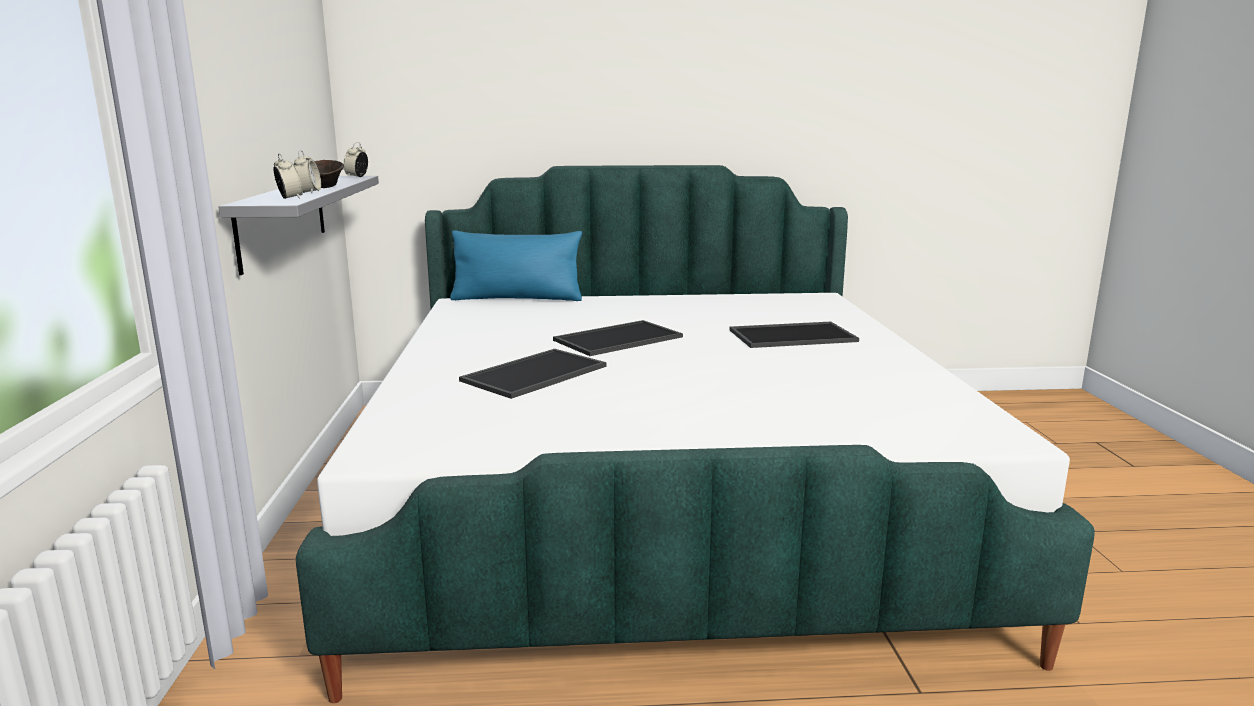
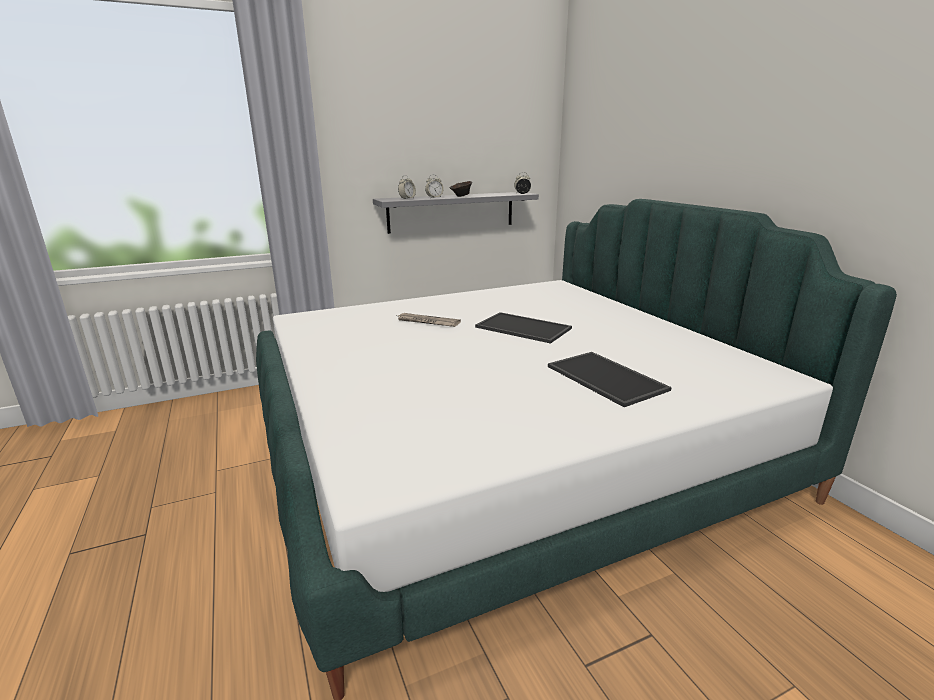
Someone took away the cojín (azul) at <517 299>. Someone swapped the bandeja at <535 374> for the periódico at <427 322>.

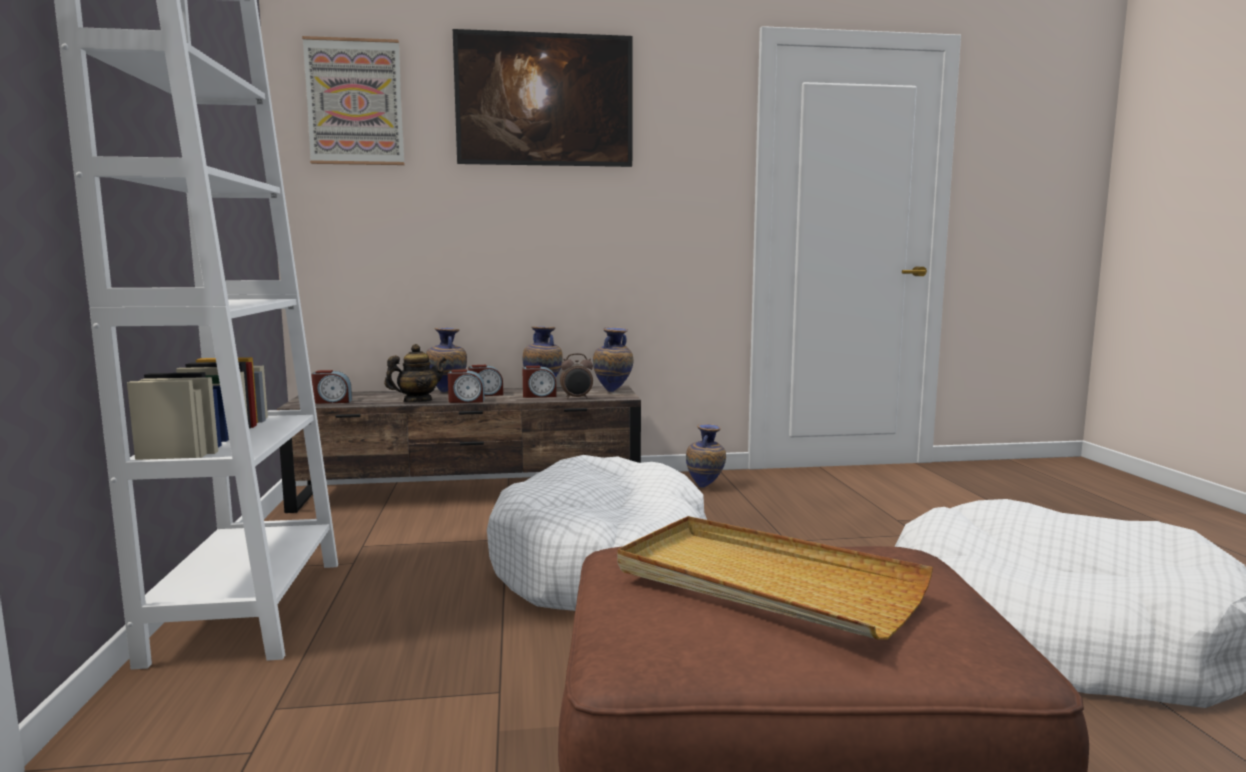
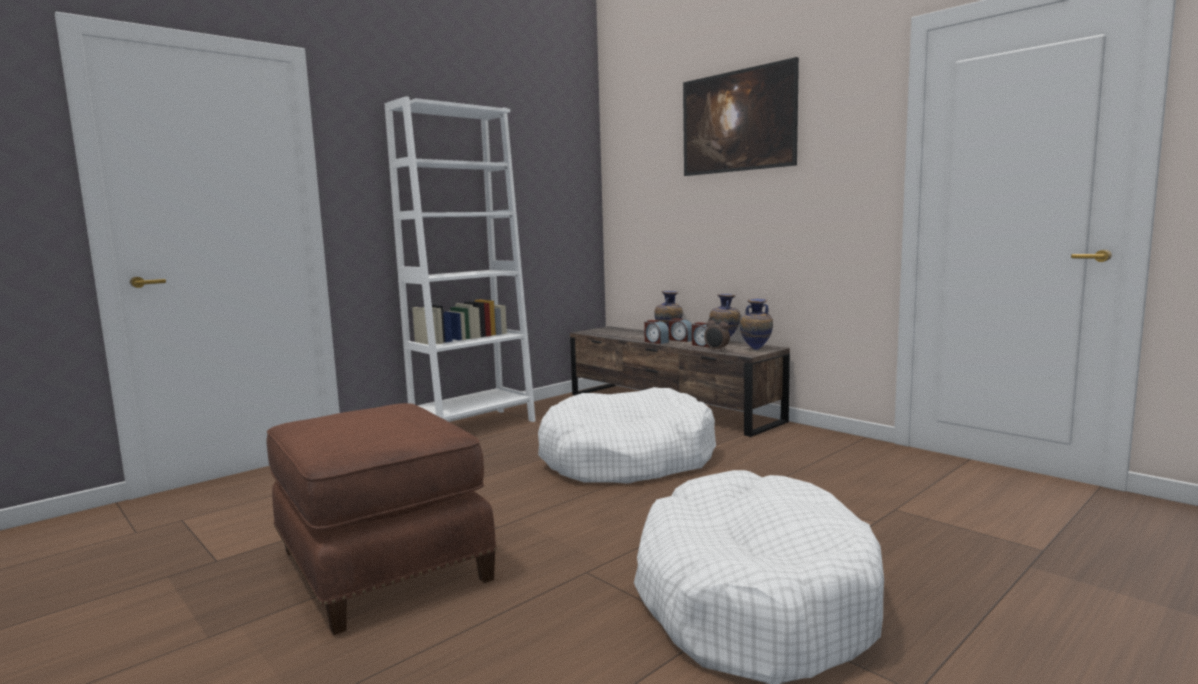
Someone took away the cuadro at <355 102>. Someone took away the tetera at <417 401>. Someone took away the despertador at <332 401>. Someone took away the florero at <705 488>. Someone took away the bandeja (beis) at <765 583>.

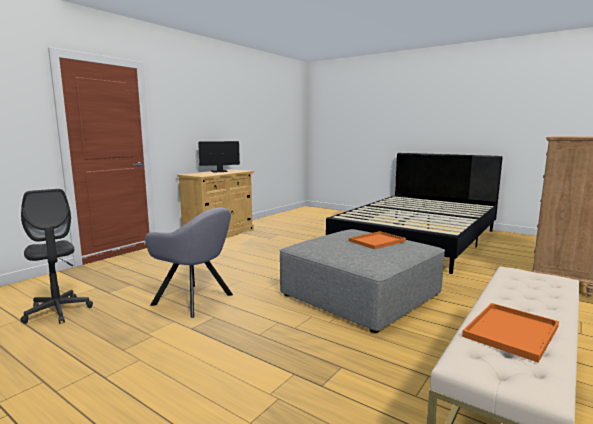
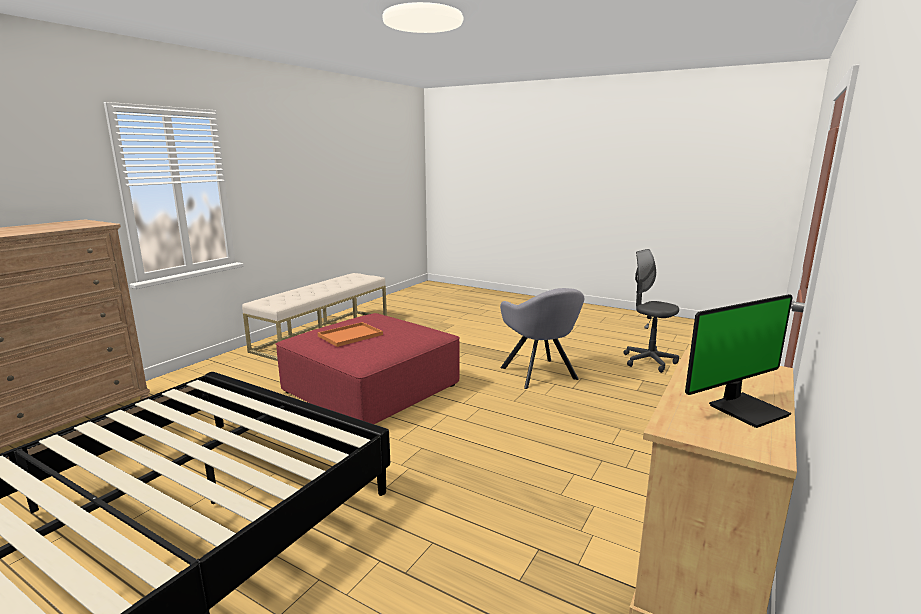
Someone rotated the sillón (gris) at <196 300> by 135 degrees counterclockwise. Someone repainted the puf (gris) at <361 295>, which became the puf (rojo) at <371 387>. Someone took away the bandeja (naranja) at <510 330>.

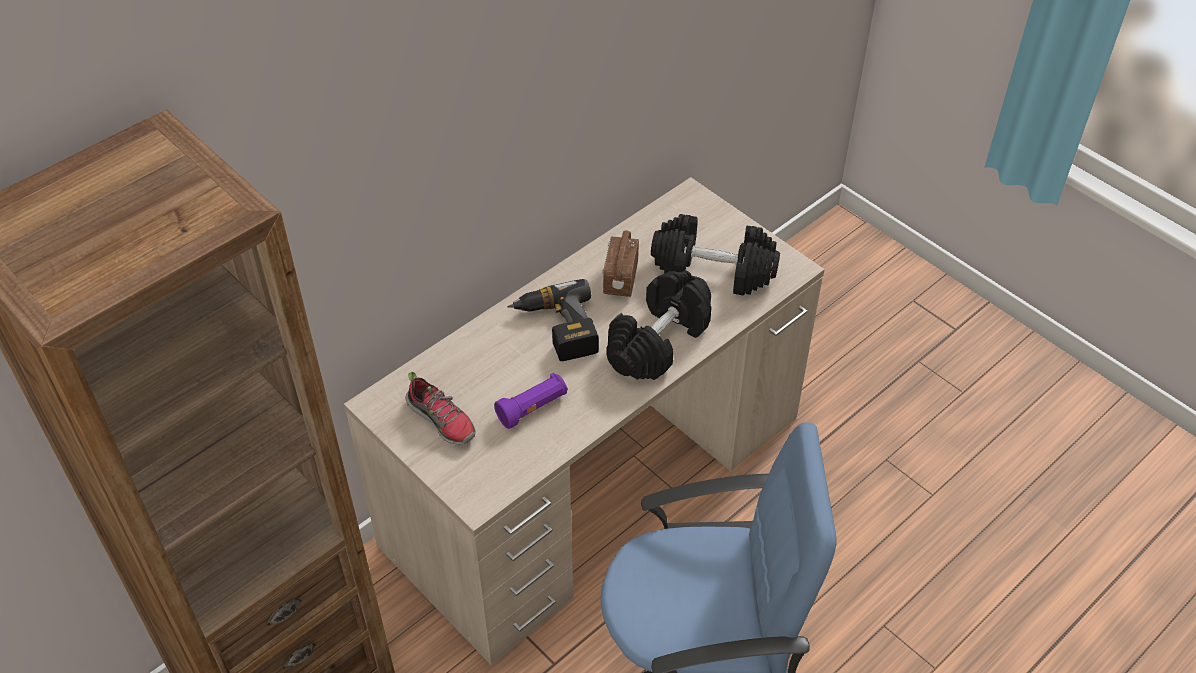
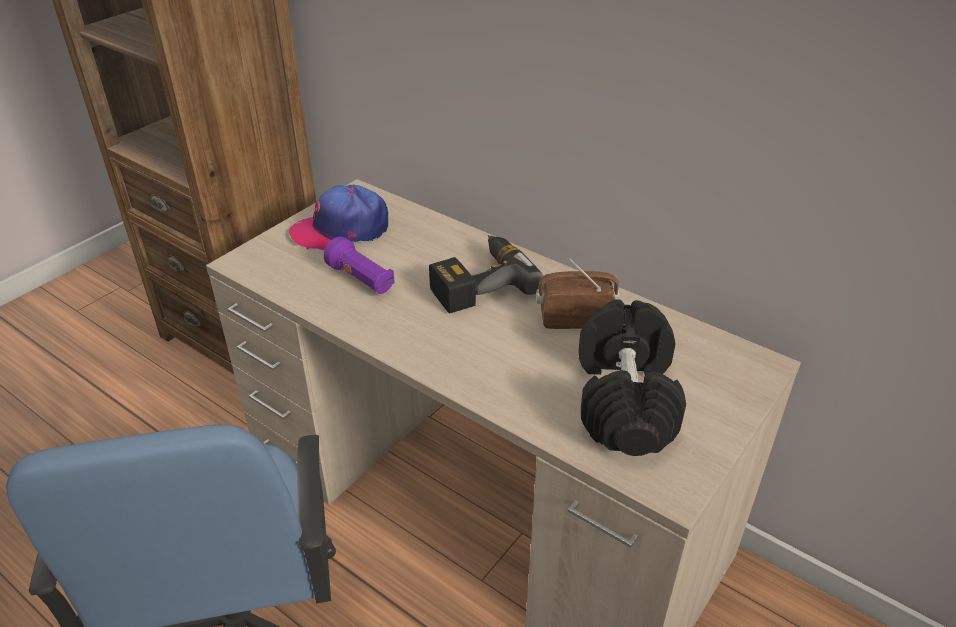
Someone took away the mancuerna (negro) at <658 341>. Someone swapped the zapato at <442 420> for the gorra at <341 229>.

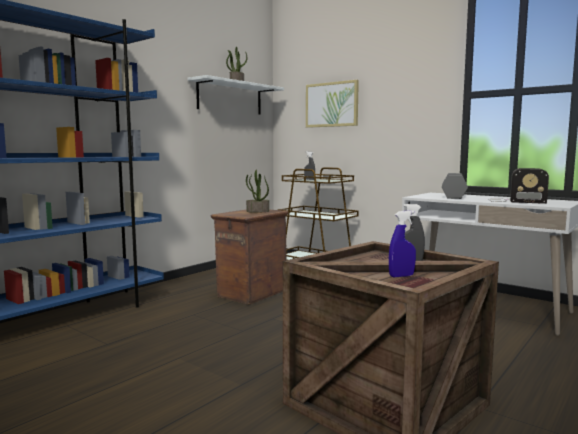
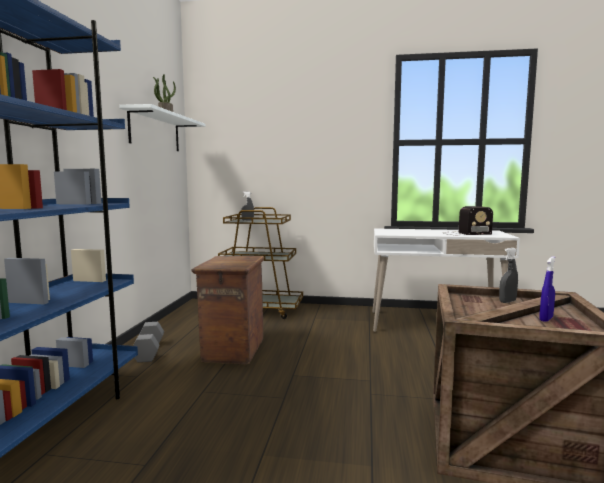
Someone took away the cuadro at <332 104>. Someone took away the planta en maceta at <257 211>. Someone carried the mancuerna (gris) from <454 196> to <149 352>.

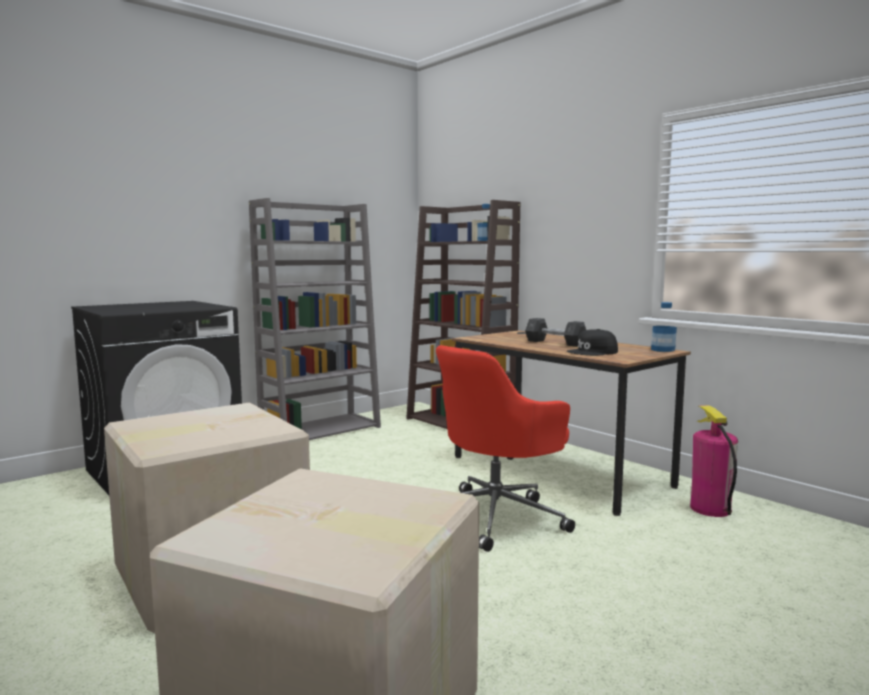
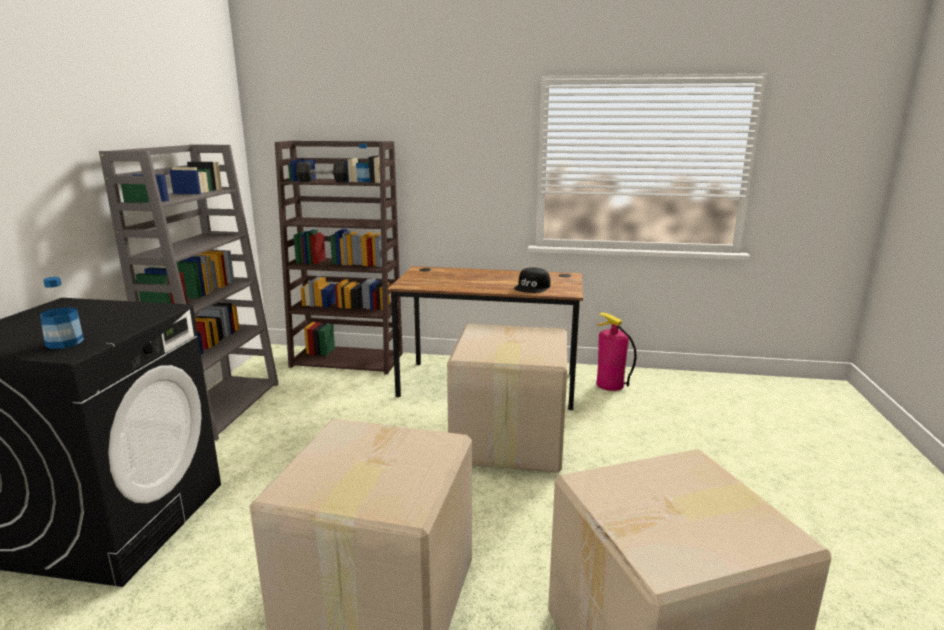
Someone carried the botella from <662 350> to <64 343>. Someone carried the mancuerna (gris) from <555 343> to <323 181>. Someone swapped the silla de oficina (rojo) at <497 517> for the caja de cartón at <507 441>.

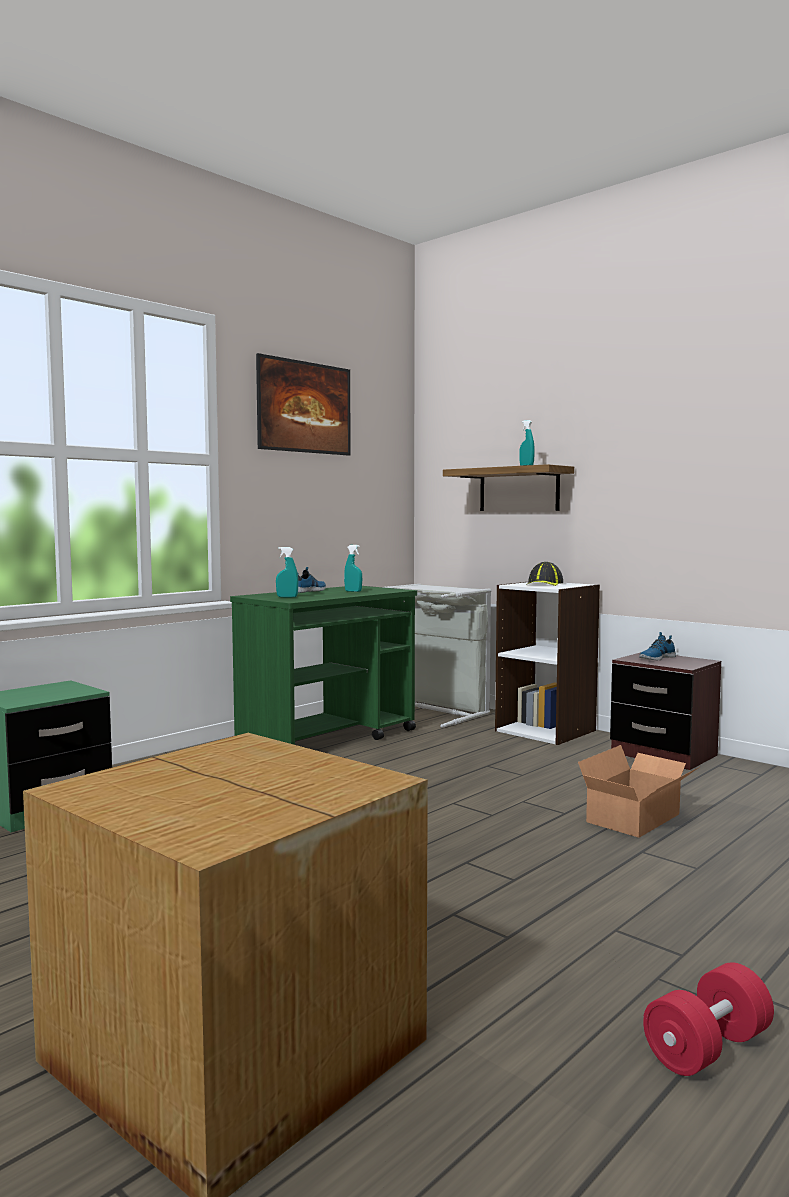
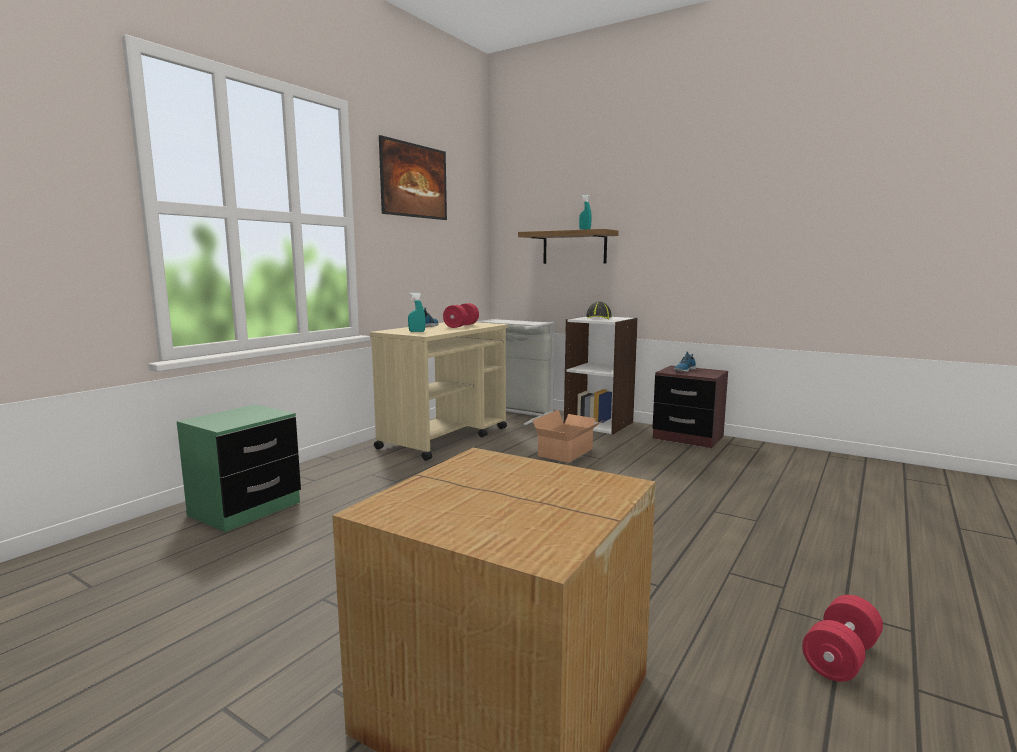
Someone swapped the pulverizador (turquesa) at <353 591> for the mancuerna (rojo) at <461 326>. Someone repainted the carrito (verde) at <328 738>, which became the carrito (beis) at <445 438>. Someone carried the caja de cartón from <638 818> to <568 452>.

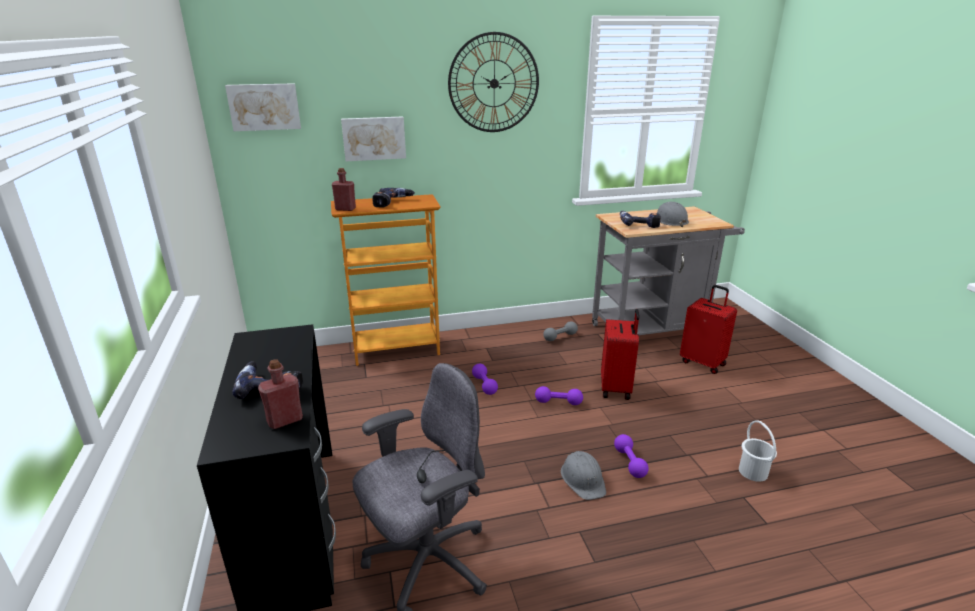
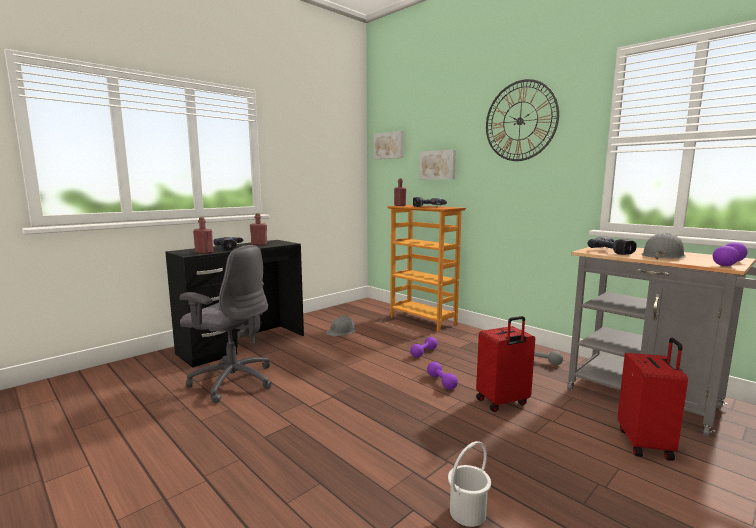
Someone carried the mancuerna (morado) from <629 462> to <728 263>. Someone carried the casco (gris) from <583 479> to <341 331>. Someone put down the botella (rojo) at <259 244>.

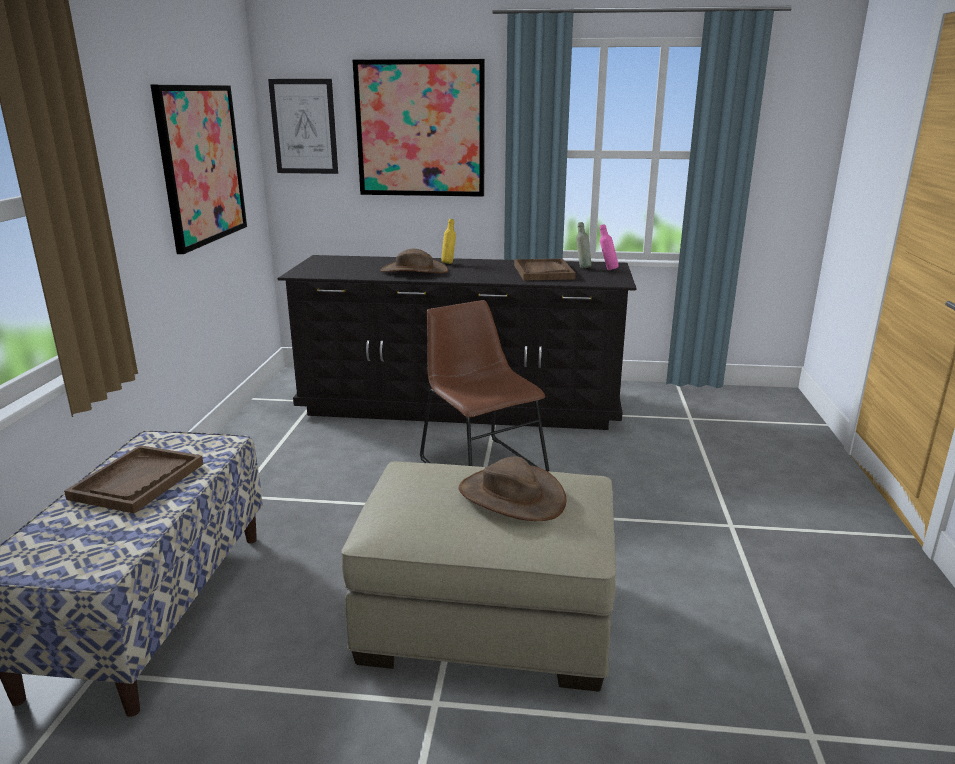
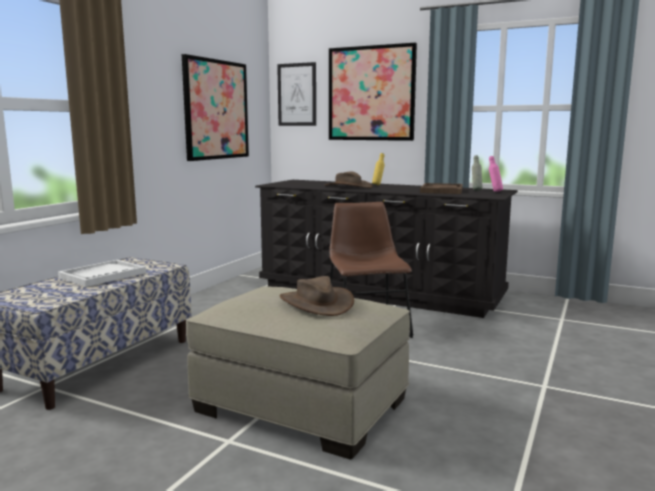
Someone repainted the bandeja (marrón) at <138 481>, which became the bandeja (blanco) at <102 275>.

